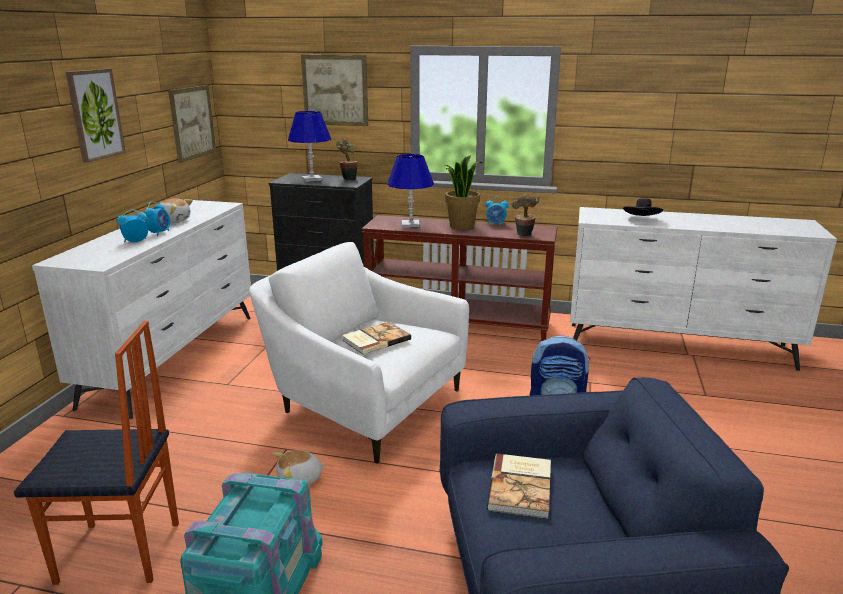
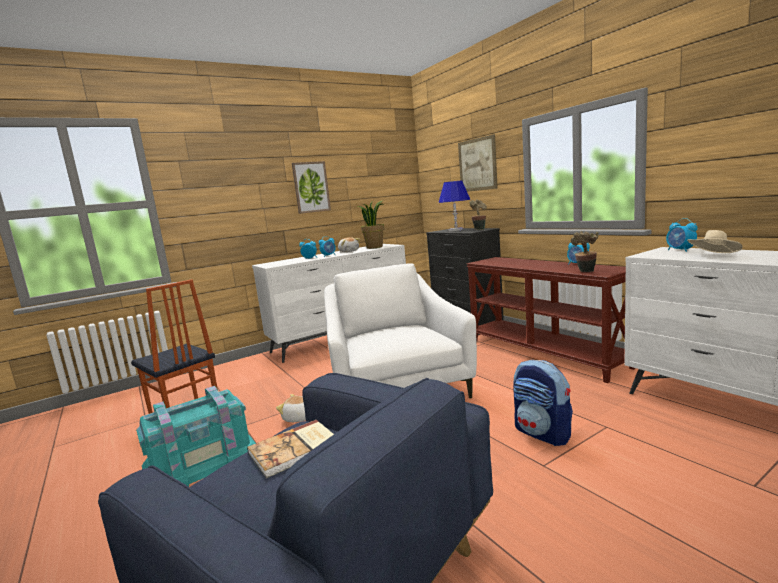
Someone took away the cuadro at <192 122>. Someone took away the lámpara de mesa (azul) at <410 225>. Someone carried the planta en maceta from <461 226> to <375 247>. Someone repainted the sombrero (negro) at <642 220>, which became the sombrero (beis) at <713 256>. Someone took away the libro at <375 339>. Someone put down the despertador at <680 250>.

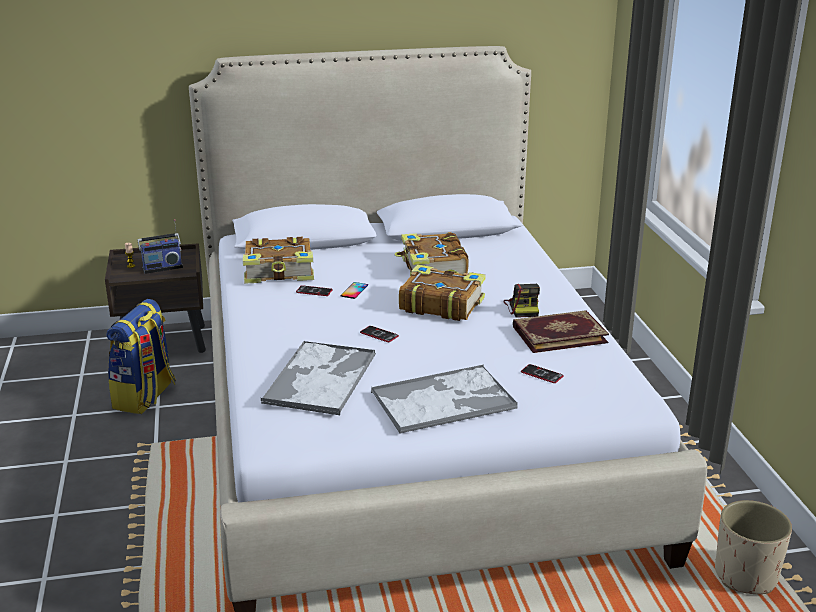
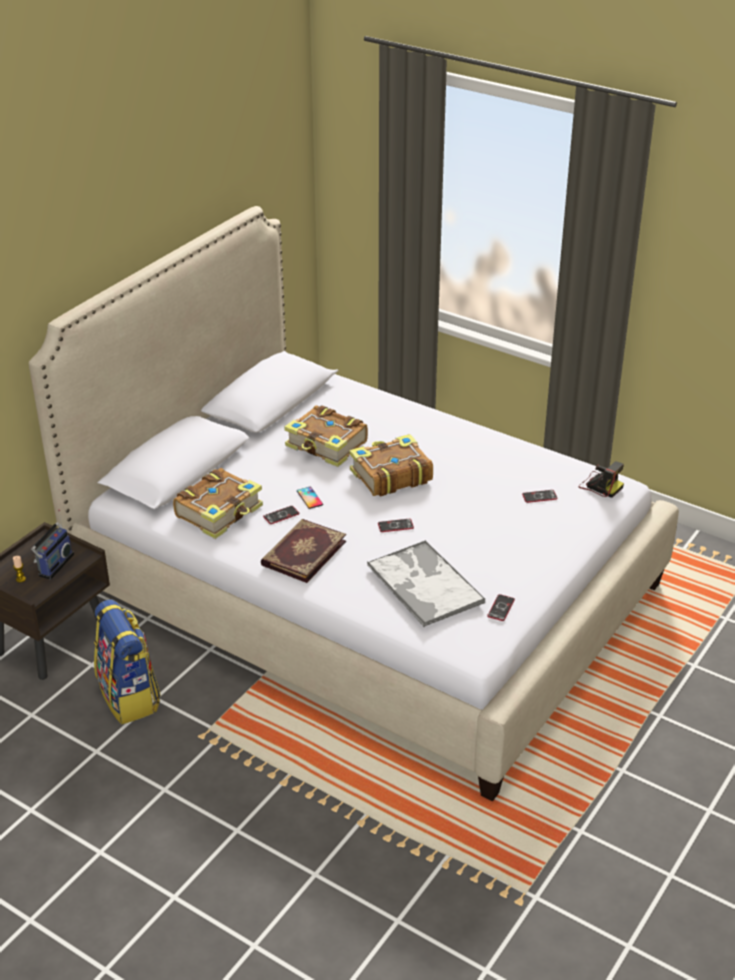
Someone carried the cámara from <523 308> to <600 486>. Someone carried the libro from <559 334> to <302 553>. Someone took away the bandeja at <444 400>. Someone took away the maceta (beis) at <746 576>. Someone put down the móvil at <501 608>.

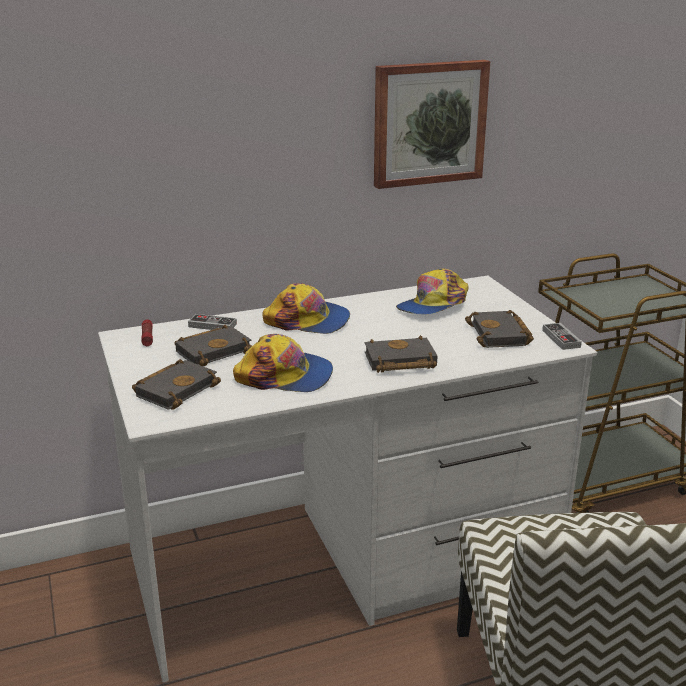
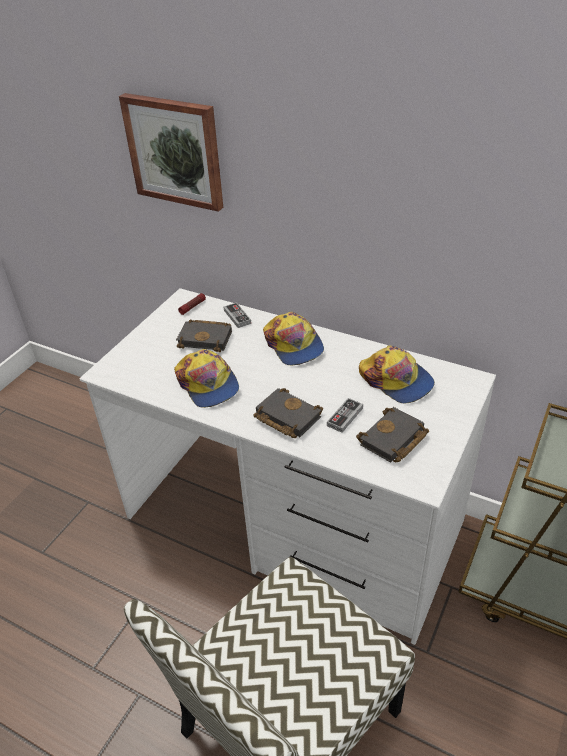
Someone carried the cuadro from <428 123> to <175 151>. Someone rotated the gorra at <433 305> by 135 degrees counterclockwise. Someone carried the mando de consola from <561 339> to <345 417>. Someone took away the libro (negro) at <176 389>.

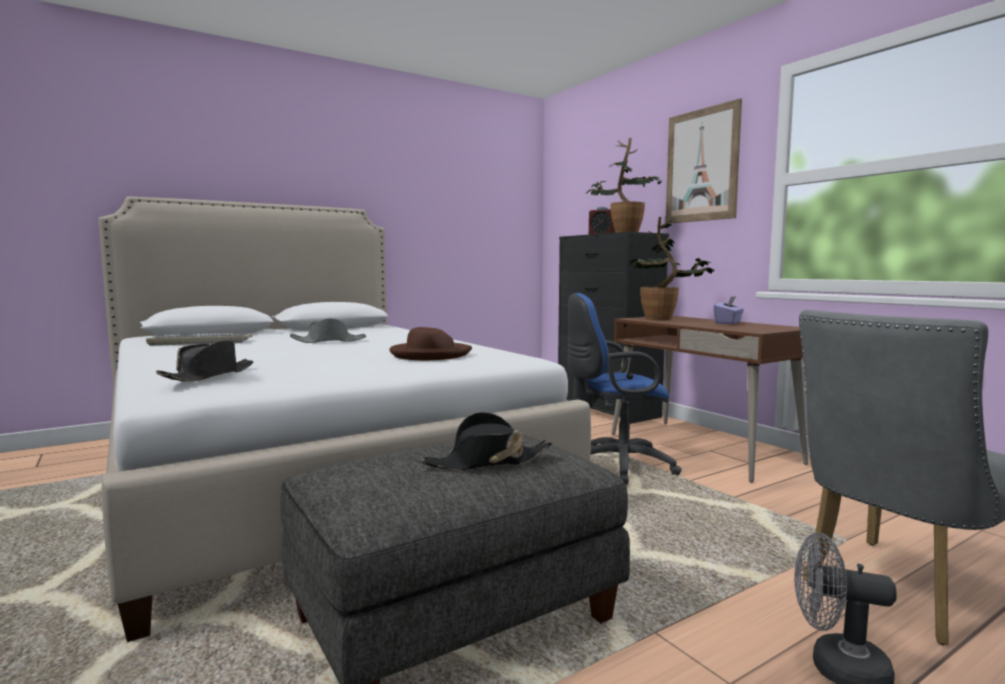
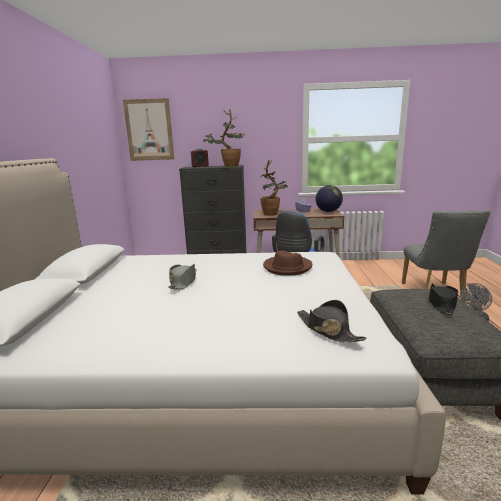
Someone carried the cuadro from <701 165> to <149 130>. Someone took away the teclado at <200 342>. Someone put down the globo terráqueo at <328 211>.

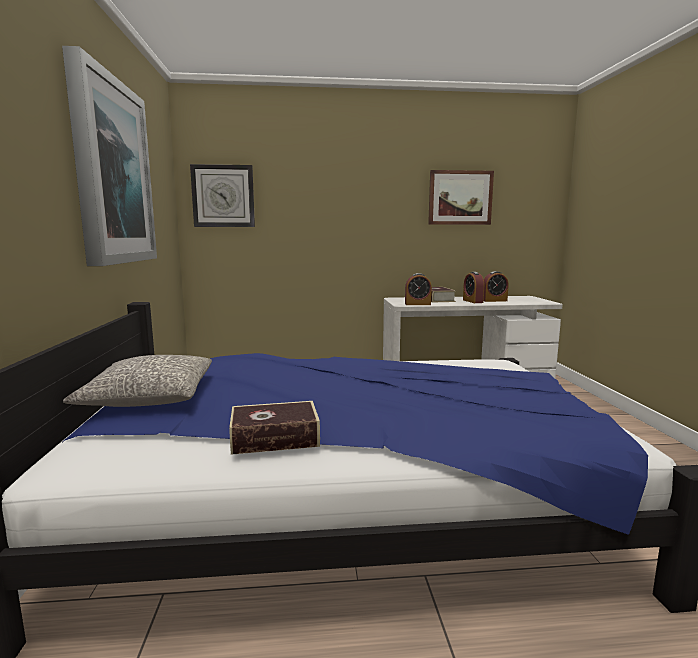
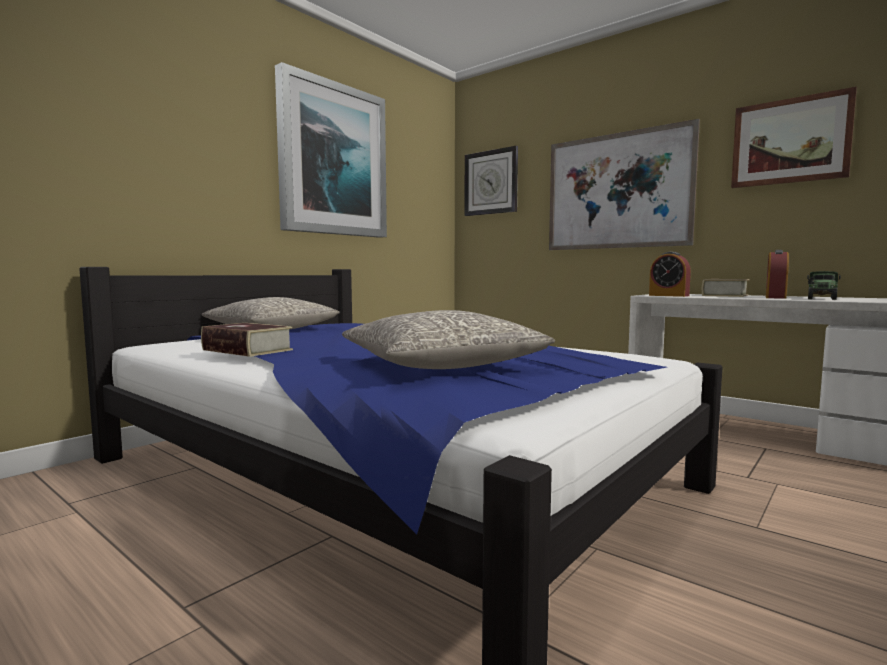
Someone swapped the despertador at <494 300> for the camión de juguete at <821 298>. Someone put up the cuadro at <617 191>. Someone put down the cojín (gris) at <442 365>.

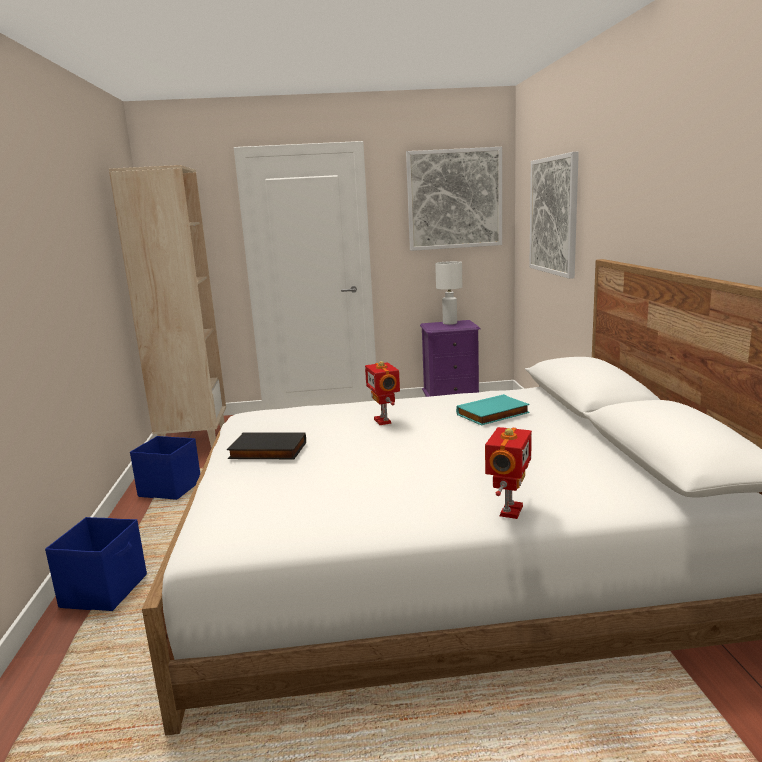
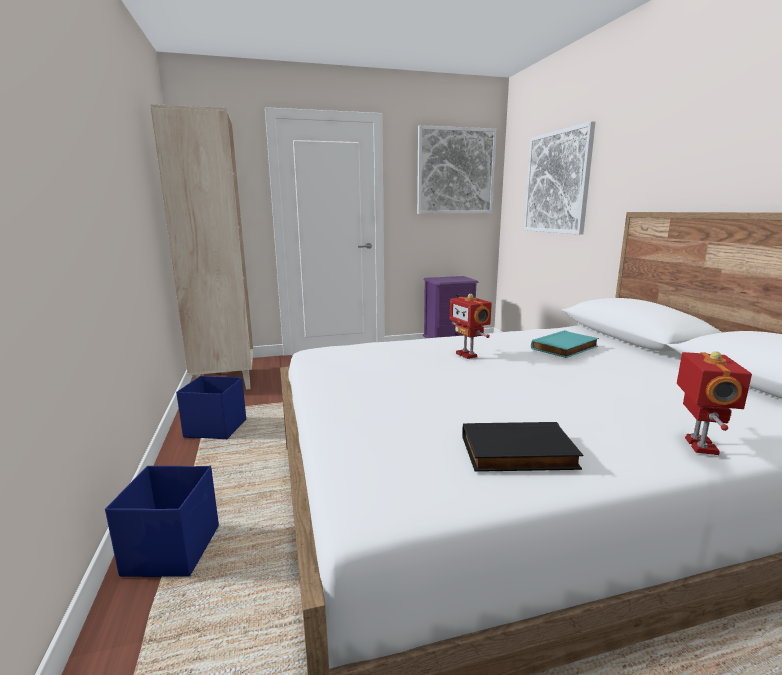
Someone took away the lámpara de mesa (blanco) at <449 323>. Someone carried the libro (negro) from <267 451> to <517 454>.

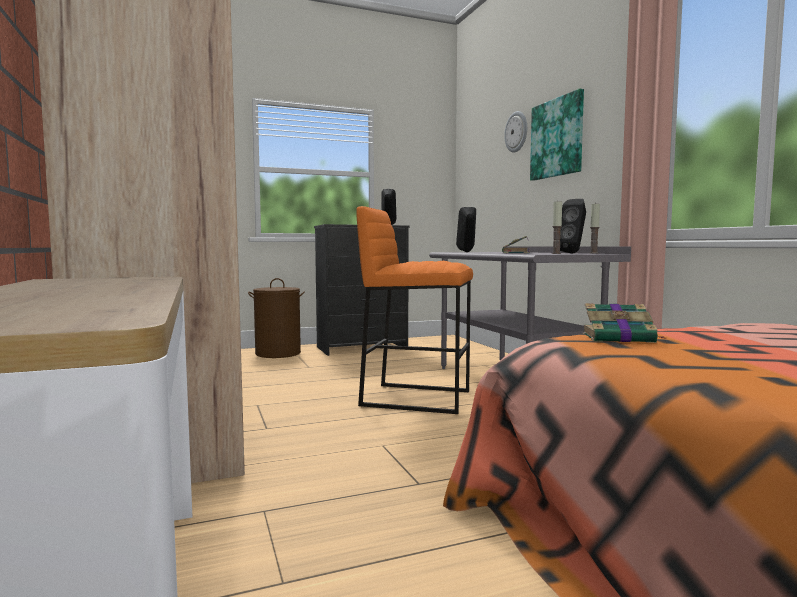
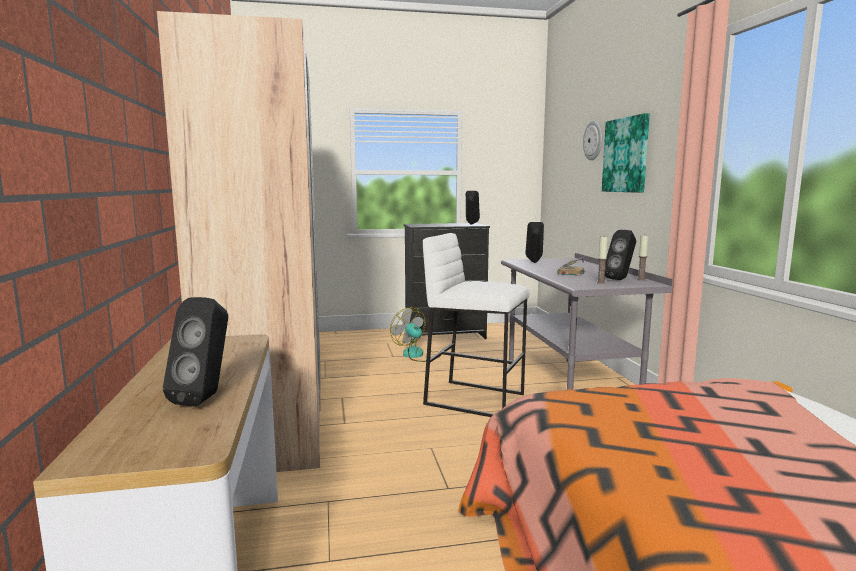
Someone repainted the taburete (naranja) at <416 398>, which became the taburete (blanco) at <475 399>. Someone took away the cesto de la ropa (marrón) at <277 353>. Someone took away the libro at <620 338>. Someone put down the altavoz (negro) at <205 398>. Someone put down the ventilador at <417 355>.

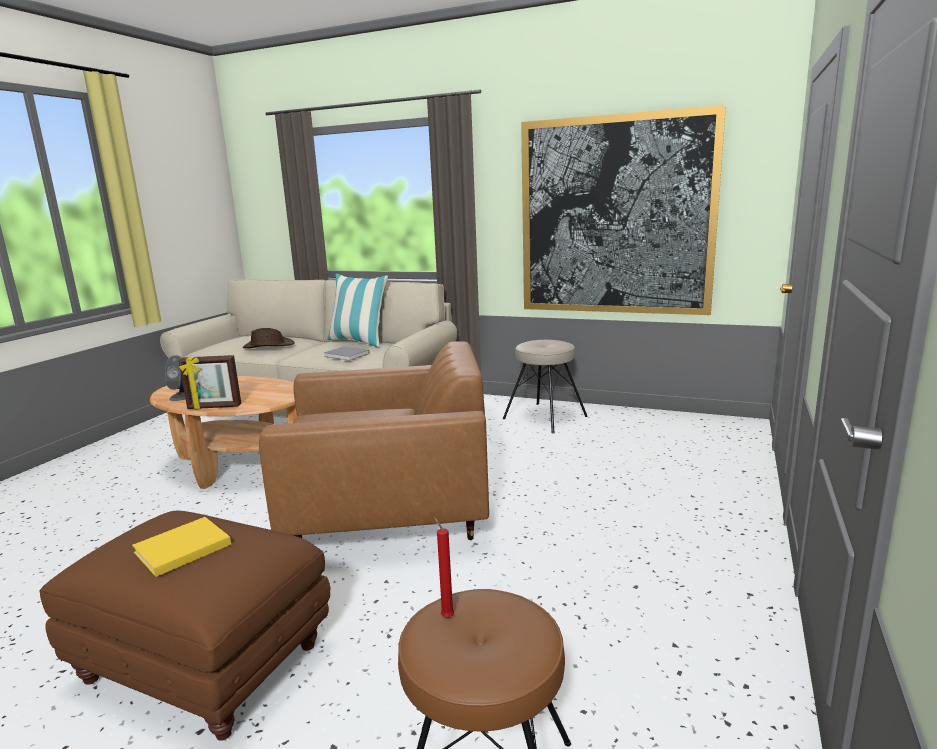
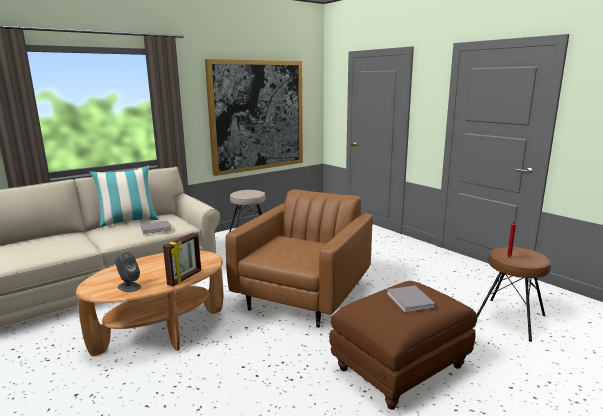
Someone took away the sombrero (marrón) at <268 346>. Someone repainted the libro (amarillo) at <180 549>, which became the libro (gris) at <410 301>.

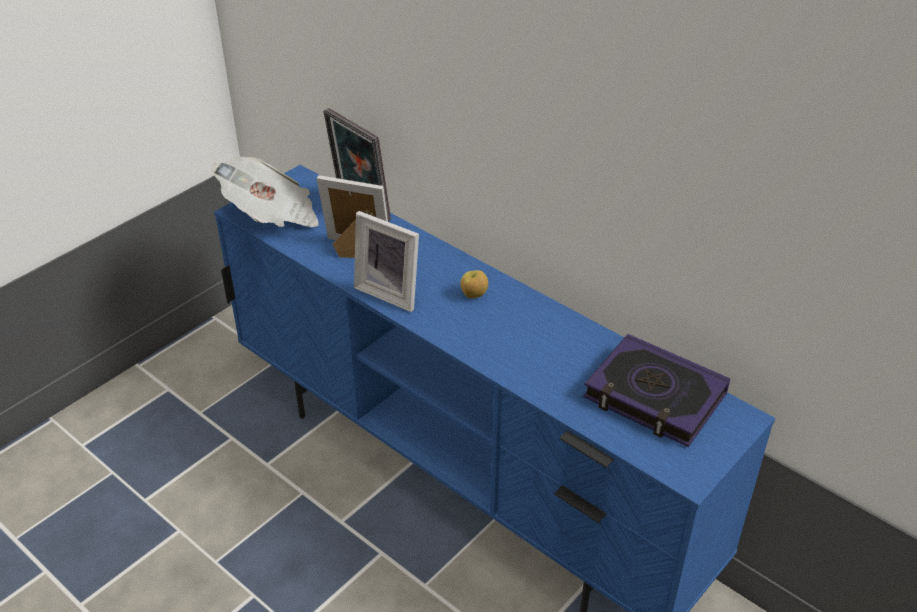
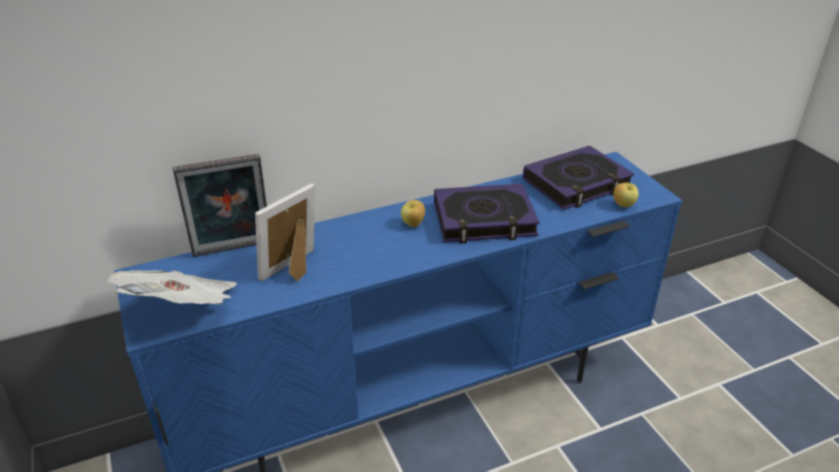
Someone took away the portarretratos at <391 292>. Someone put down the manzana at <624 205>. Someone put down the libro at <484 220>.

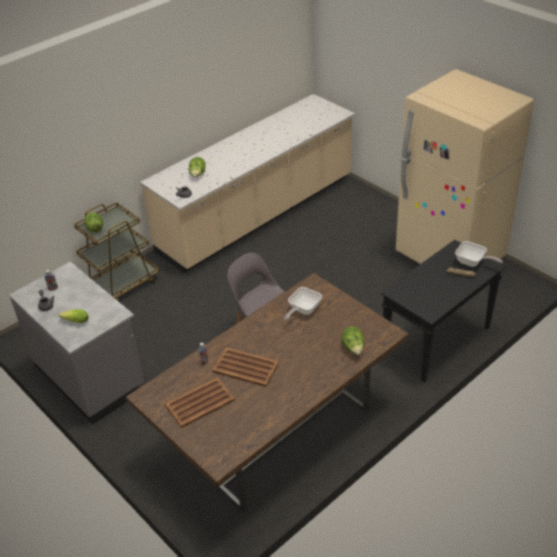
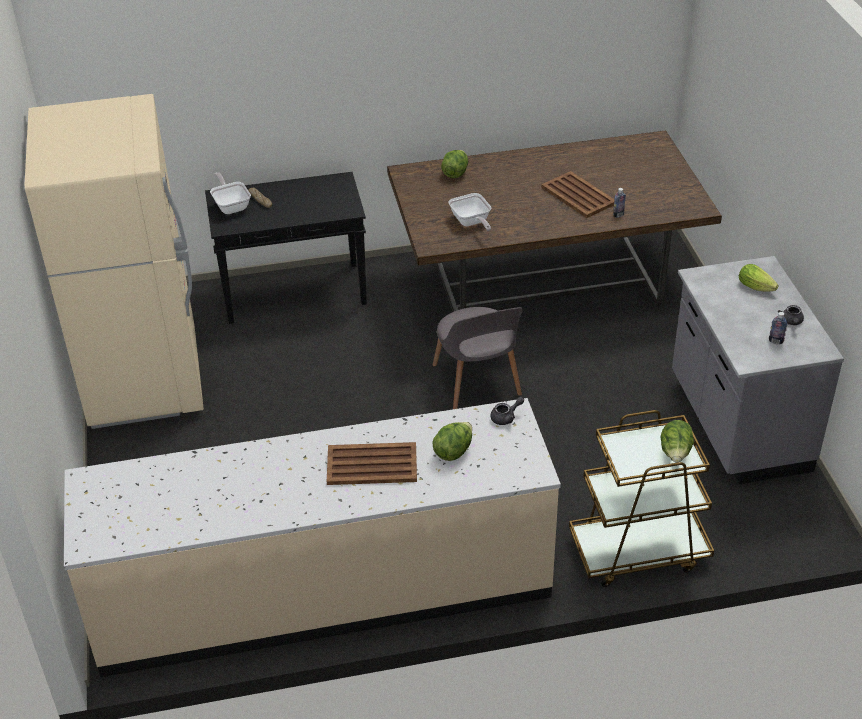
Someone rotated the sartén at <303 310> by 90 degrees clockwise. Someone carried the bandeja (marrón) from <200 402> to <371 464>.

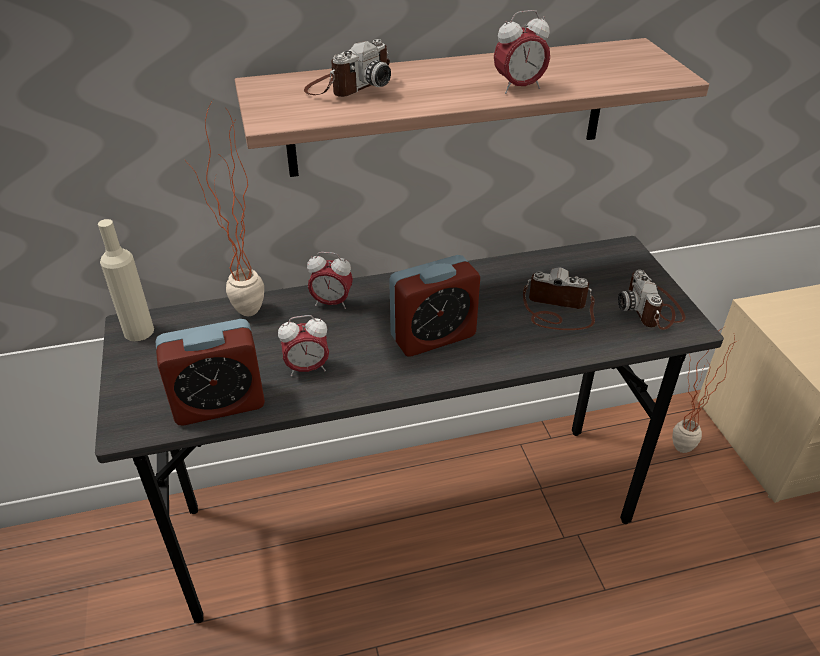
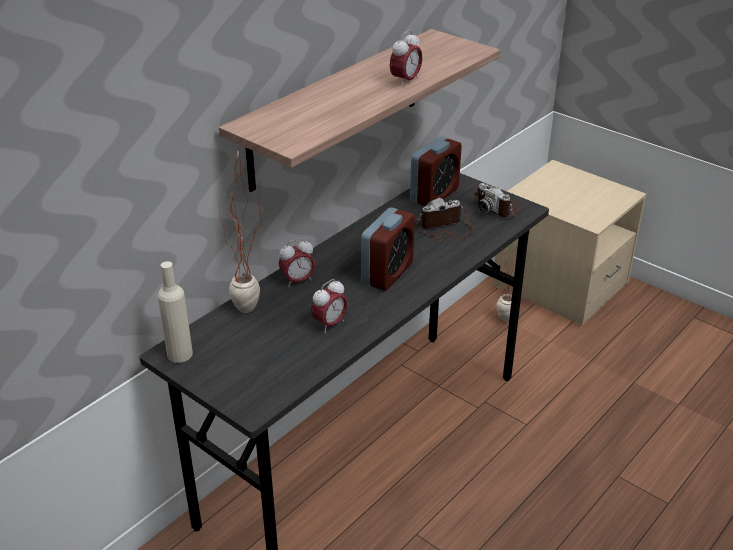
Someone took away the cámara at <348 86>. Someone carried the despertador from <219 404> to <434 195>.

